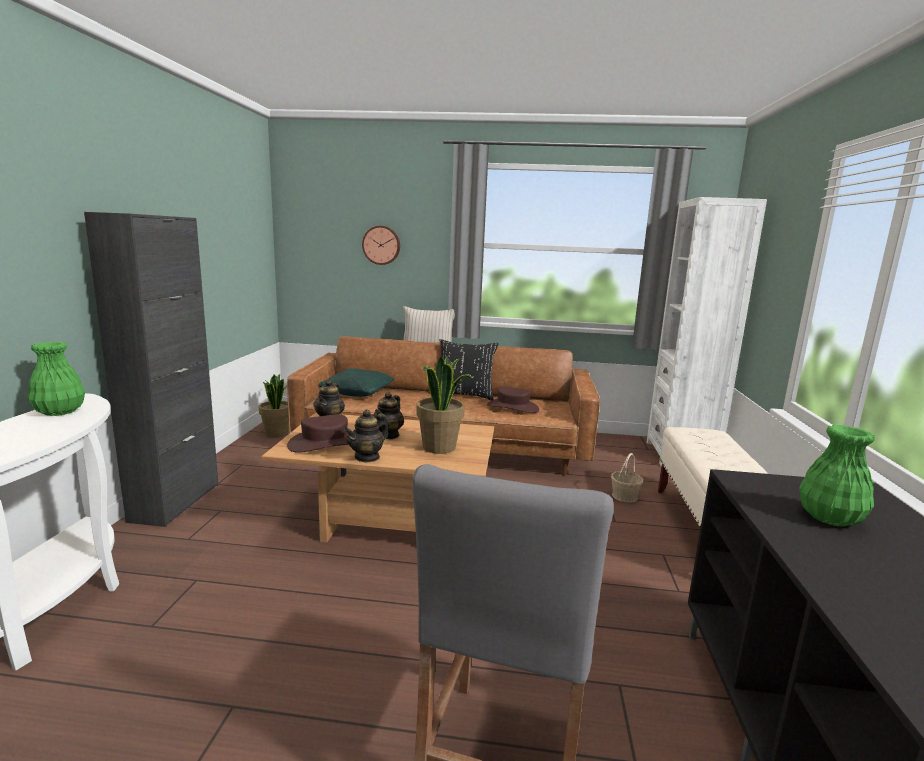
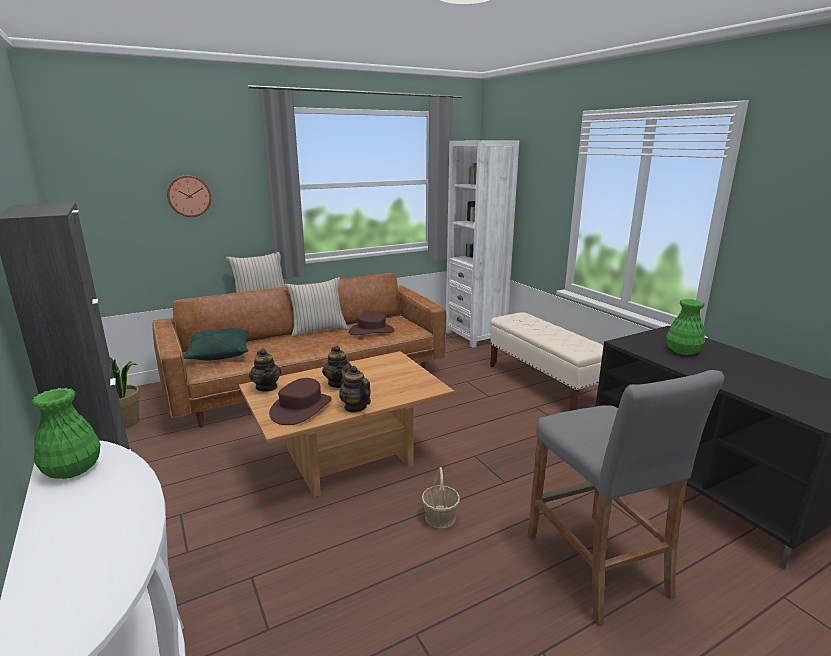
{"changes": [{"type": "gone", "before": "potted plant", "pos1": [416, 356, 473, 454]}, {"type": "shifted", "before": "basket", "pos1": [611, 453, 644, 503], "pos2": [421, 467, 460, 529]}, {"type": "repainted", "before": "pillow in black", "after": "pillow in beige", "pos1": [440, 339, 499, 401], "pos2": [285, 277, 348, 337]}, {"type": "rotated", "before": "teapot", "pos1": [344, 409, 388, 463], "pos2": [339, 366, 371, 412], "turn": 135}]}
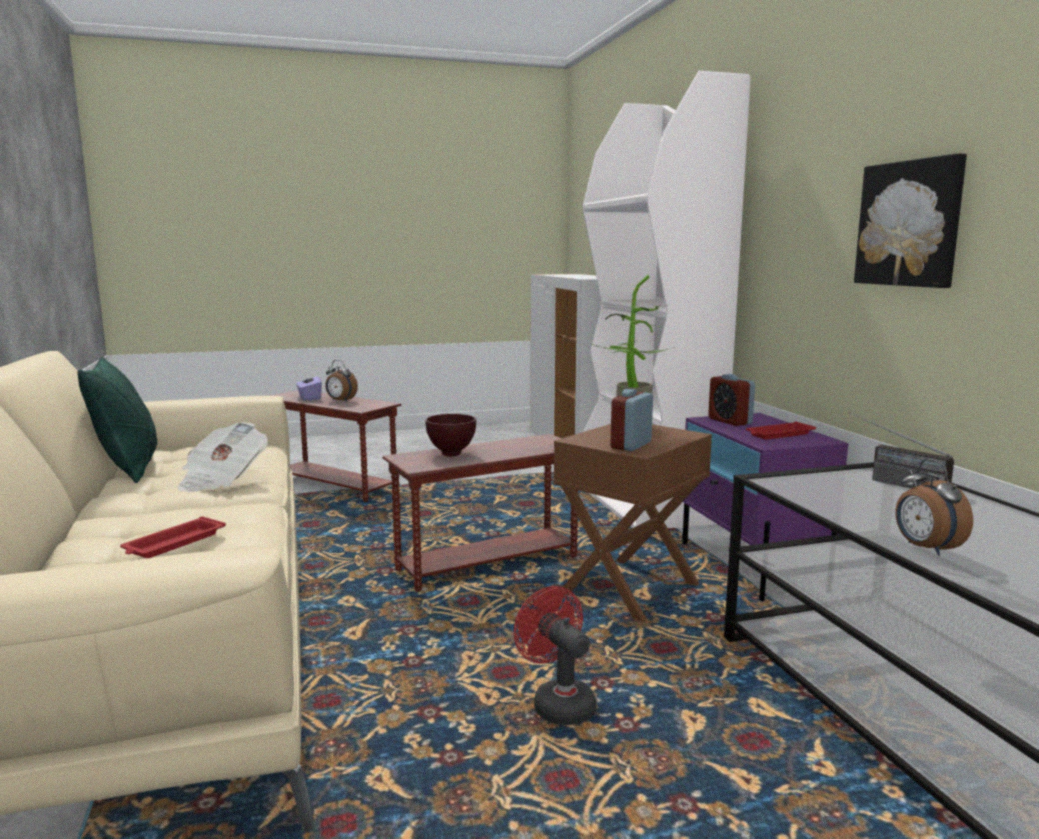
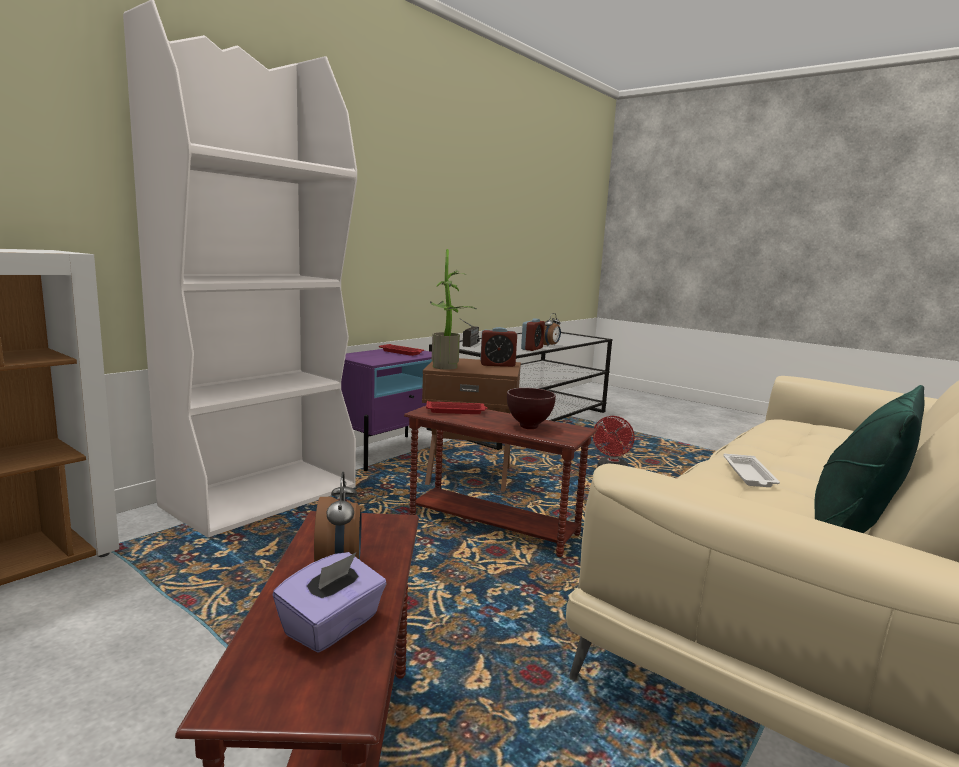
{"changes": [{"type": "gone", "before": "picture", "pos1": [854, 153, 967, 288]}, {"type": "shifted", "before": "tray in red", "pos1": [120, 516, 226, 558], "pos2": [426, 401, 488, 414]}, {"type": "shifted", "before": "alarm clock", "pos1": [708, 374, 755, 426], "pos2": [521, 318, 545, 351]}, {"type": "swapped", "before": "newspaper", "after": "tray in white", "pos1": [177, 422, 268, 492], "pos2": [723, 454, 780, 487]}]}
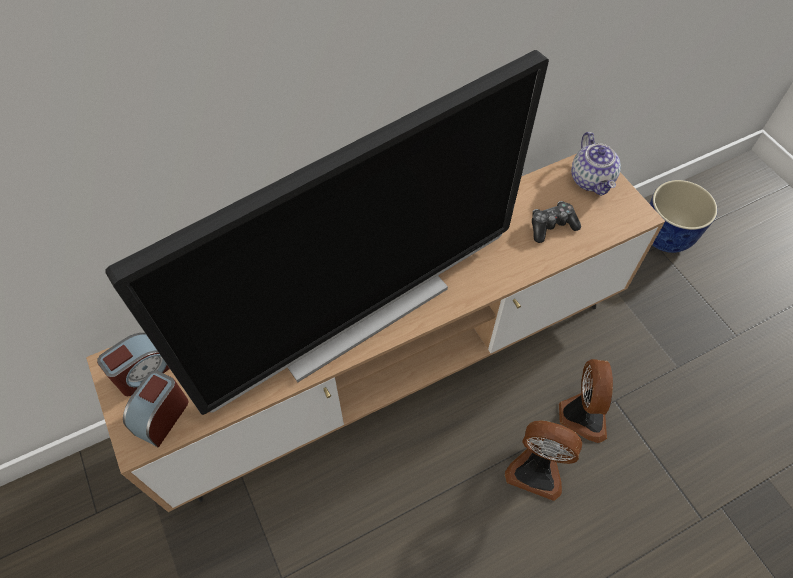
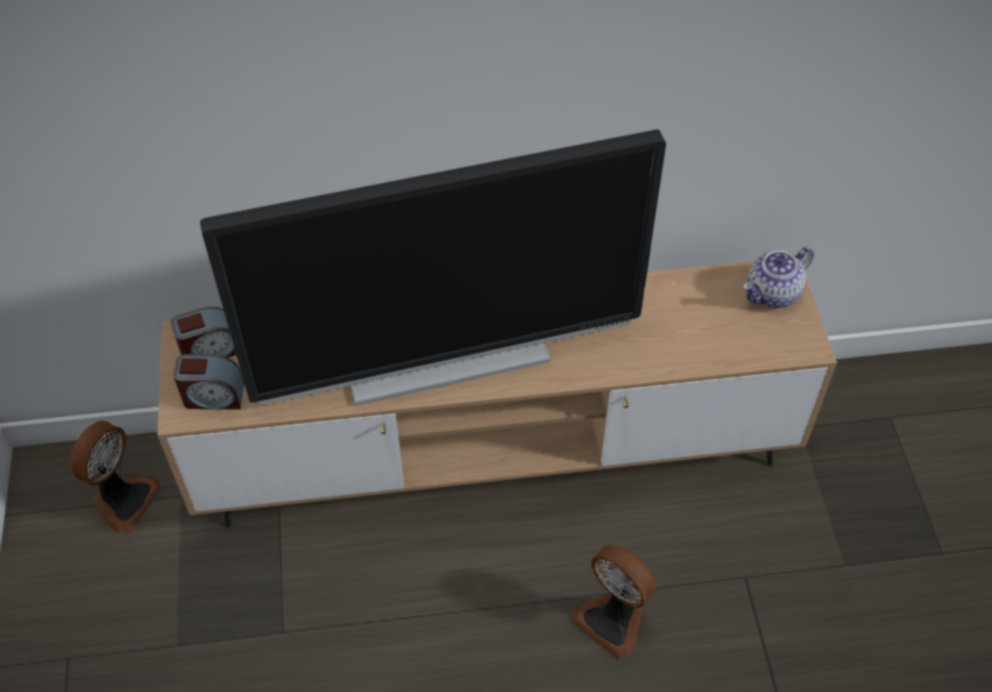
{"changes": [{"type": "gone", "before": "game controller", "pos1": [532, 201, 581, 243]}, {"type": "gone", "before": "planter", "pos1": [650, 180, 717, 253]}, {"type": "shifted", "before": "fan", "pos1": [559, 359, 613, 443], "pos2": [70, 421, 162, 533]}, {"type": "rotated", "before": "alarm clock", "pos1": [123, 370, 188, 447], "pos2": [173, 354, 244, 409], "turn": -135}, {"type": "rotated", "before": "teapot", "pos1": [571, 132, 621, 196], "pos2": [743, 247, 814, 308], "turn": 45}]}
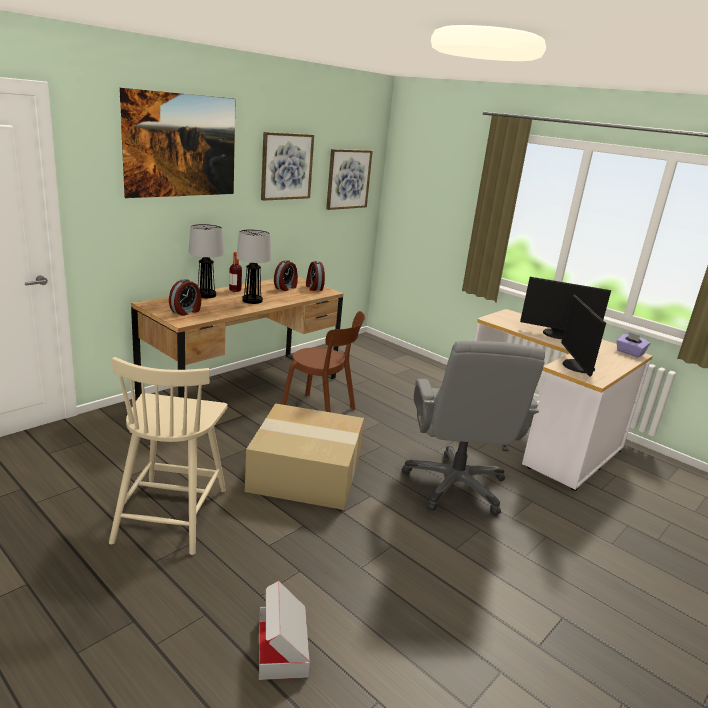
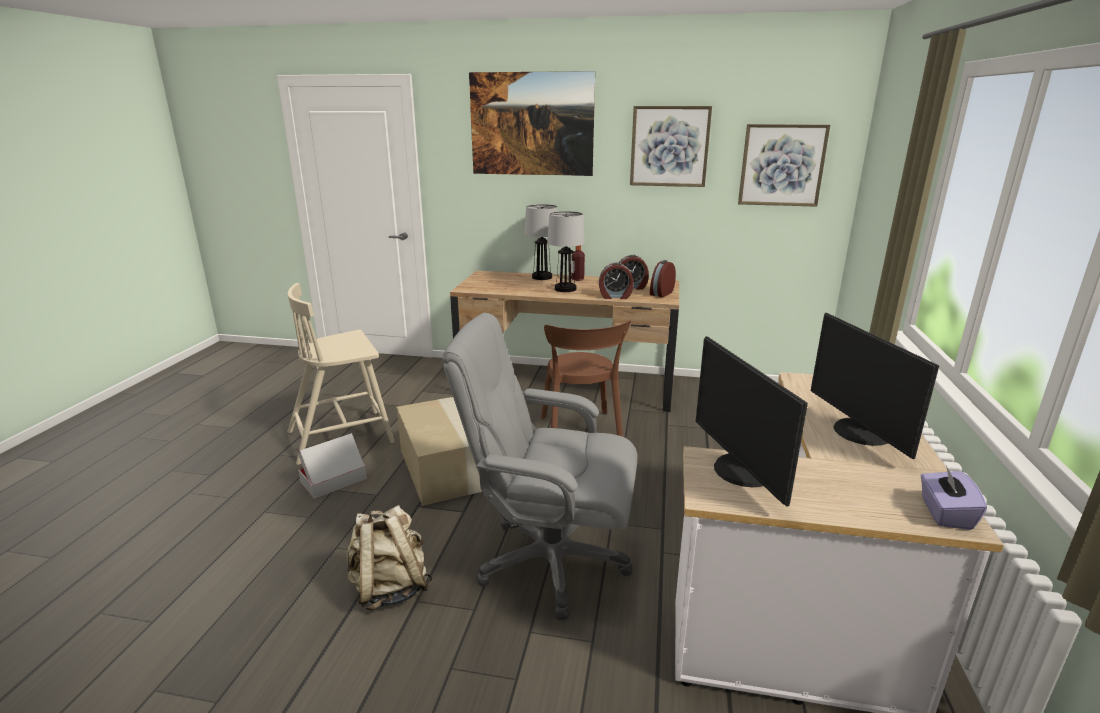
{"changes": [{"type": "new", "after": "backpack in beige", "pos2": [346, 505, 433, 611]}, {"type": "shifted", "before": "alarm clock", "pos1": [169, 279, 201, 316], "pos2": [599, 263, 634, 299]}, {"type": "shifted", "before": "cardboard box", "pos1": [259, 581, 310, 680], "pos2": [298, 433, 367, 499]}, {"type": "rotated", "before": "office chair in grey", "pos1": [402, 341, 545, 515], "pos2": [442, 313, 638, 620], "turn": 45}, {"type": "rotated", "before": "monitor", "pos1": [561, 295, 606, 377], "pos2": [696, 336, 808, 507], "turn": -75}]}
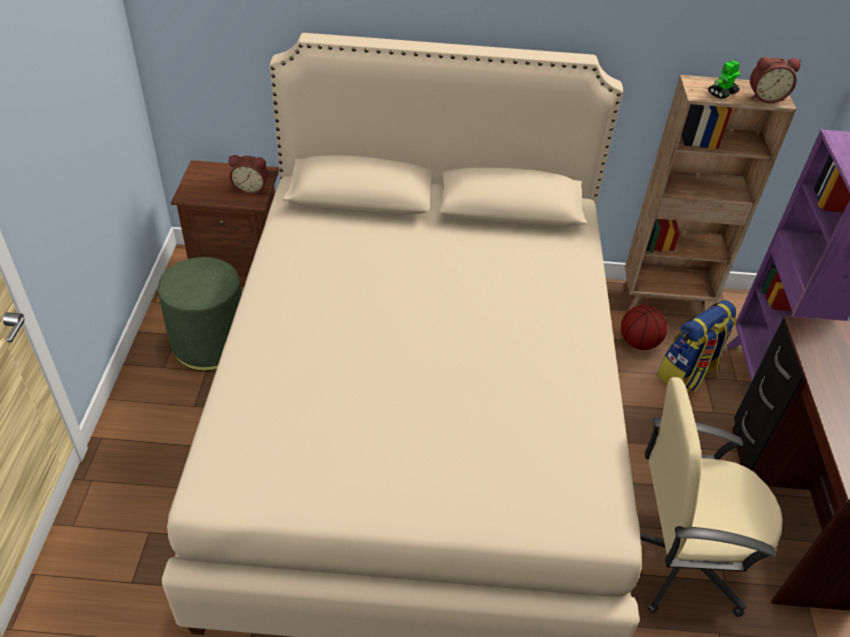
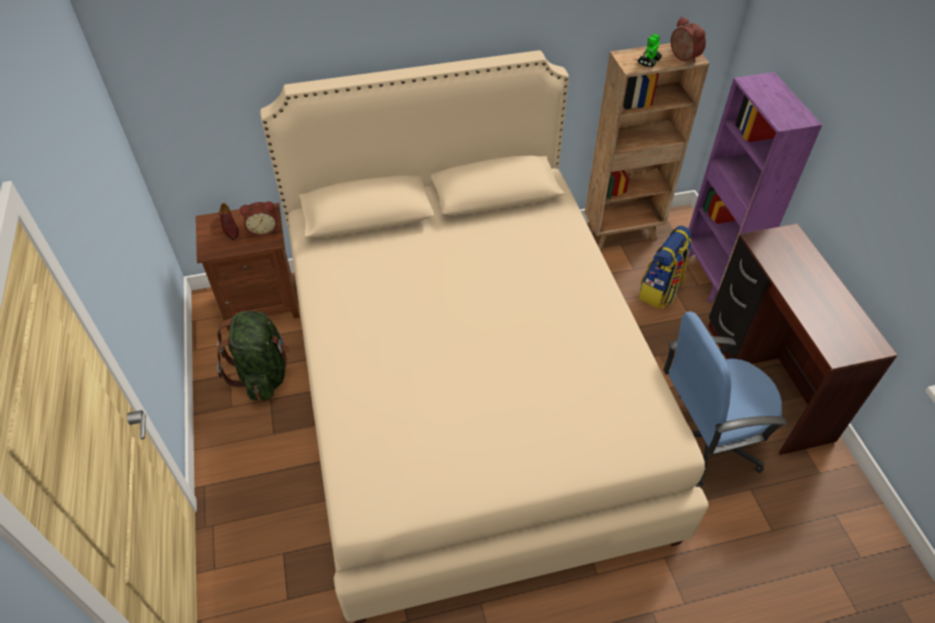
{"changes": [{"type": "gone", "before": "basketball", "pos1": [621, 305, 667, 350]}, {"type": "new", "after": "shoe in brown", "pos2": [218, 203, 239, 240]}, {"type": "swapped", "before": "ottoman in green", "after": "backpack in green", "pos1": [158, 257, 242, 371], "pos2": [217, 311, 291, 401]}, {"type": "repainted", "before": "office chair in beige", "after": "office chair in blue", "pos1": [640, 377, 783, 617], "pos2": [663, 311, 787, 488]}, {"type": "rotated", "before": "alarm clock", "pos1": [750, 57, 801, 103], "pos2": [671, 17, 706, 63], "turn": -105}]}
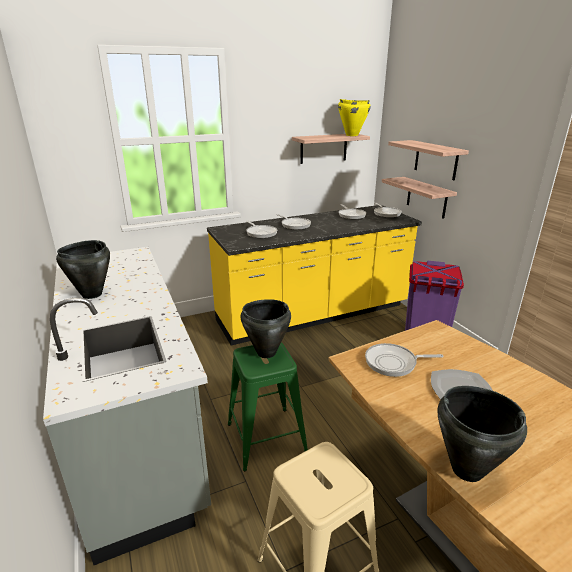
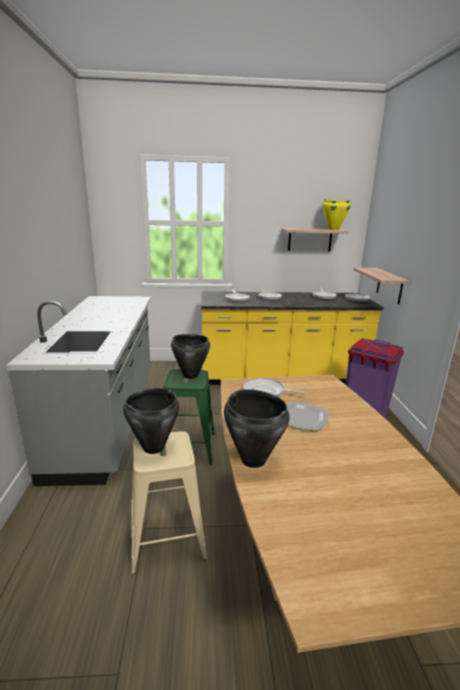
{"changes": [{"type": "gone", "before": "shelf", "pos1": [388, 140, 469, 180]}, {"type": "shifted", "before": "cooking pot in black", "pos1": [56, 240, 110, 299], "pos2": [123, 388, 179, 454]}]}
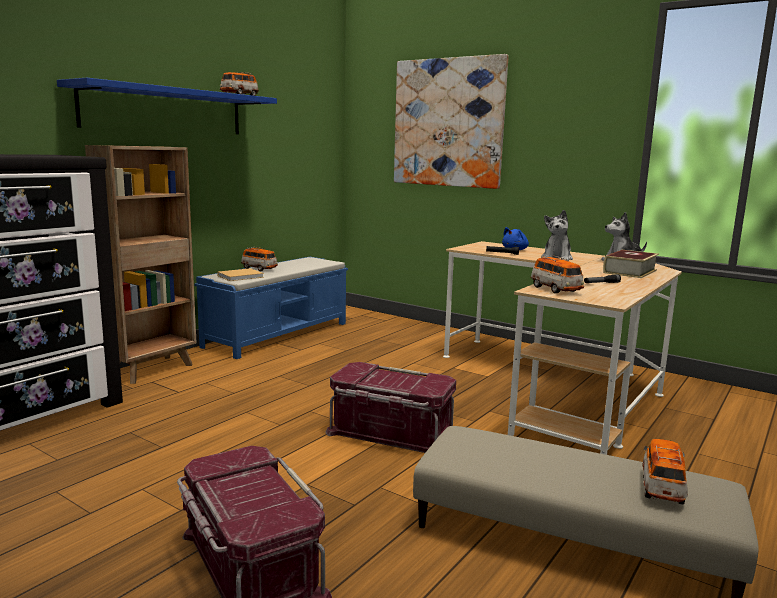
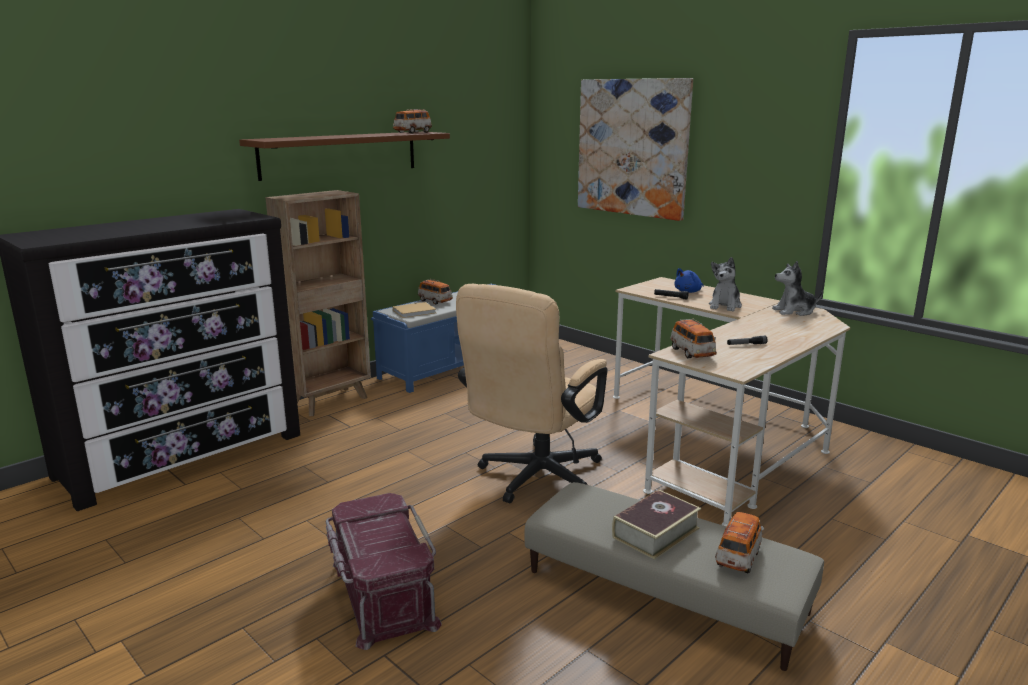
{"changes": [{"type": "shifted", "before": "book", "pos1": [603, 250, 659, 278], "pos2": [612, 490, 701, 560]}, {"type": "swapped", "before": "storage box in red", "after": "office chair in beige", "pos1": [325, 362, 456, 453], "pos2": [456, 284, 607, 503]}, {"type": "repainted", "before": "shelf in blue", "after": "shelf in brown", "pos1": [57, 78, 277, 134], "pos2": [239, 132, 450, 181]}]}
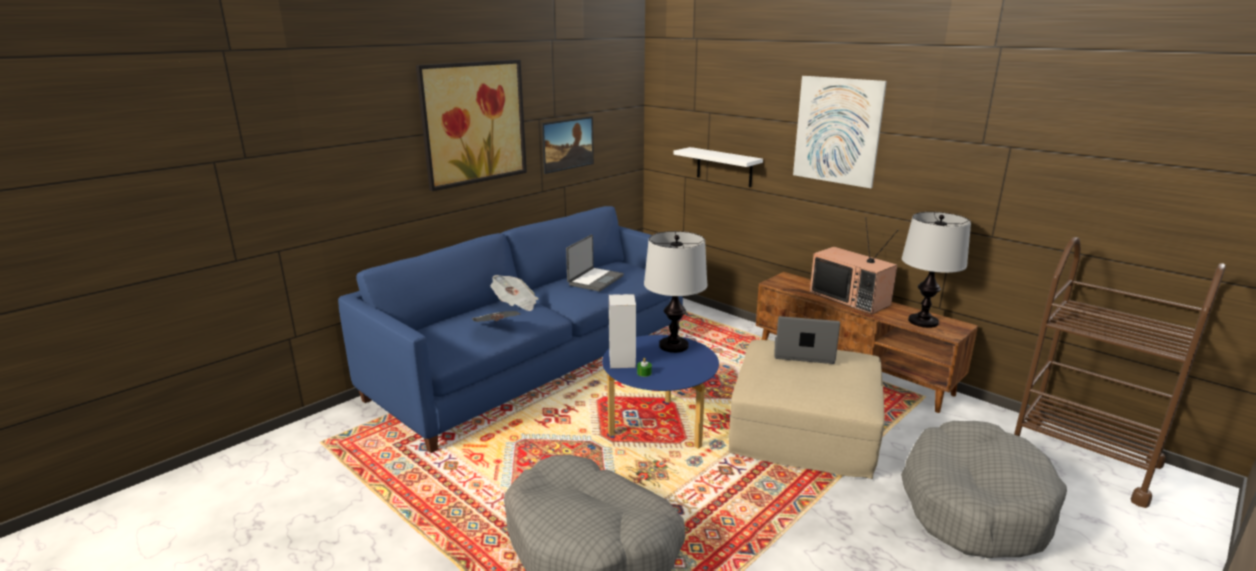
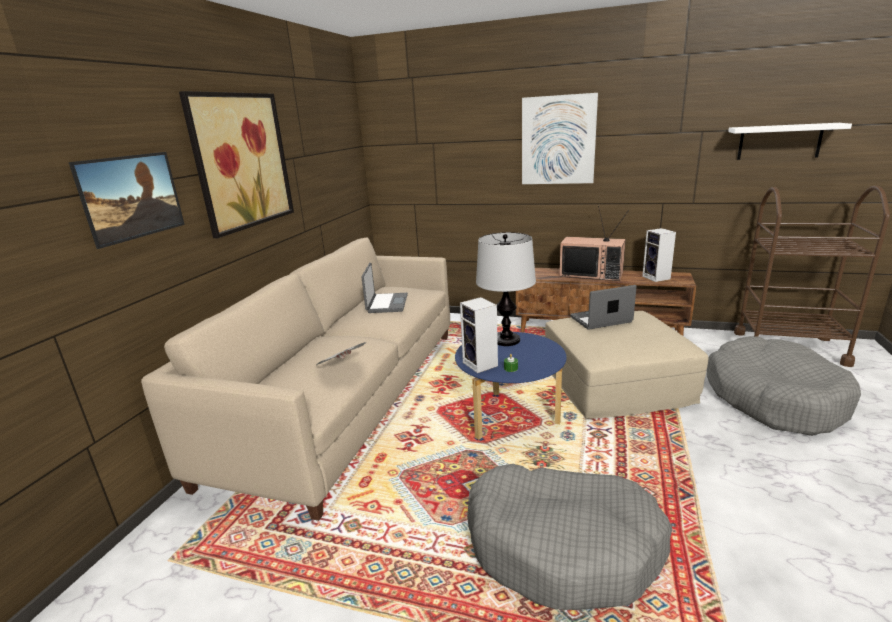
{"changes": [{"type": "gone", "before": "newspaper", "pos1": [490, 275, 538, 311]}, {"type": "shifted", "before": "picture", "pos1": [542, 116, 594, 174], "pos2": [69, 152, 185, 249]}, {"type": "shifted", "before": "shelf in white", "pos1": [673, 147, 763, 187], "pos2": [728, 123, 852, 160]}, {"type": "swapped", "before": "table lamp", "after": "speaker", "pos1": [902, 212, 971, 328], "pos2": [642, 228, 676, 282]}, {"type": "repainted", "before": "sofa in blue", "after": "sofa in beige", "pos1": [338, 206, 683, 453], "pos2": [141, 238, 450, 521]}]}
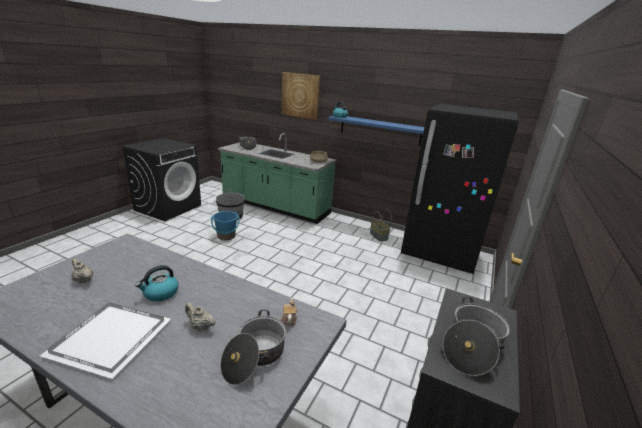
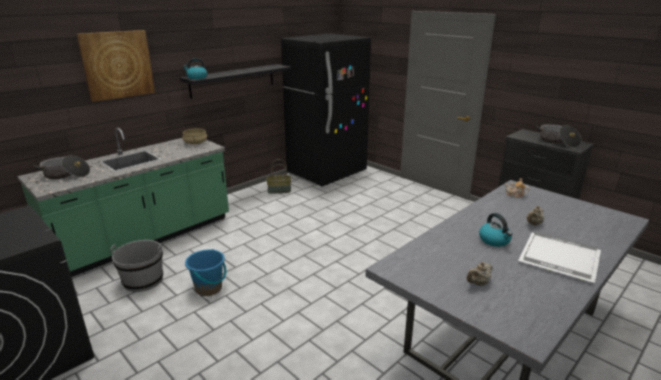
{"changes": [{"type": "gone", "before": "cooking pot", "pos1": [220, 310, 286, 385]}, {"type": "repainted", "before": "shelf in blue", "after": "shelf in black", "pos1": [328, 116, 424, 146], "pos2": [180, 64, 292, 99]}]}
